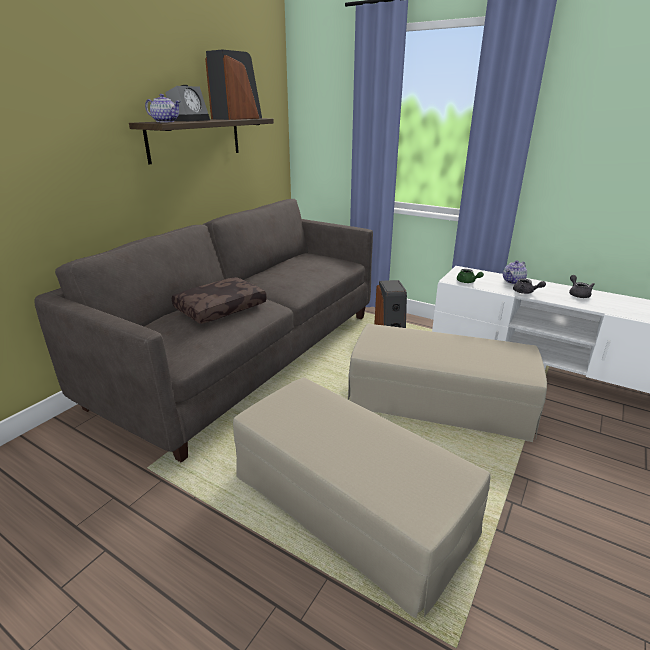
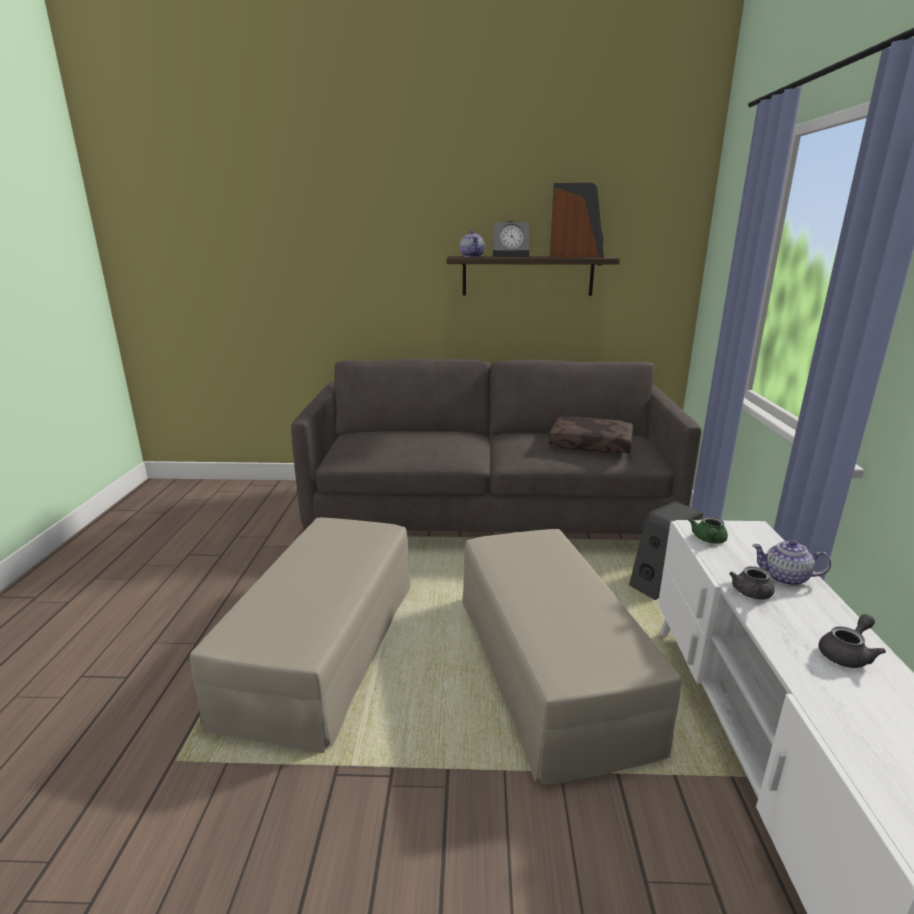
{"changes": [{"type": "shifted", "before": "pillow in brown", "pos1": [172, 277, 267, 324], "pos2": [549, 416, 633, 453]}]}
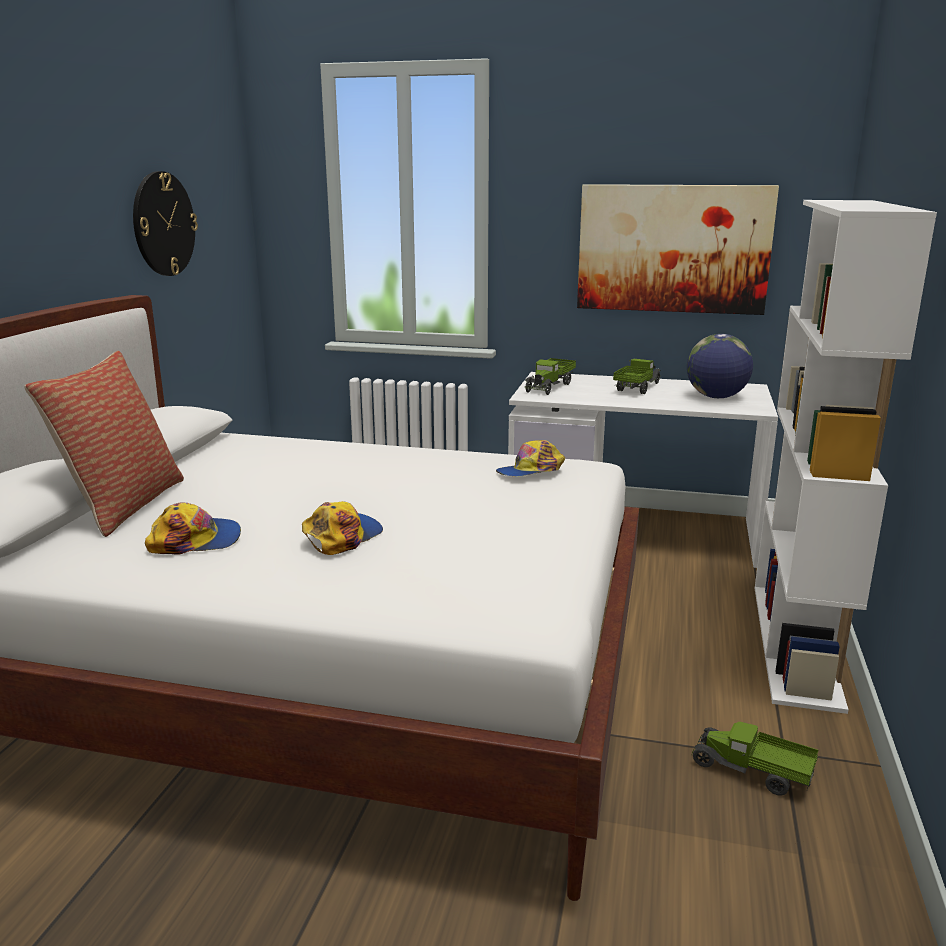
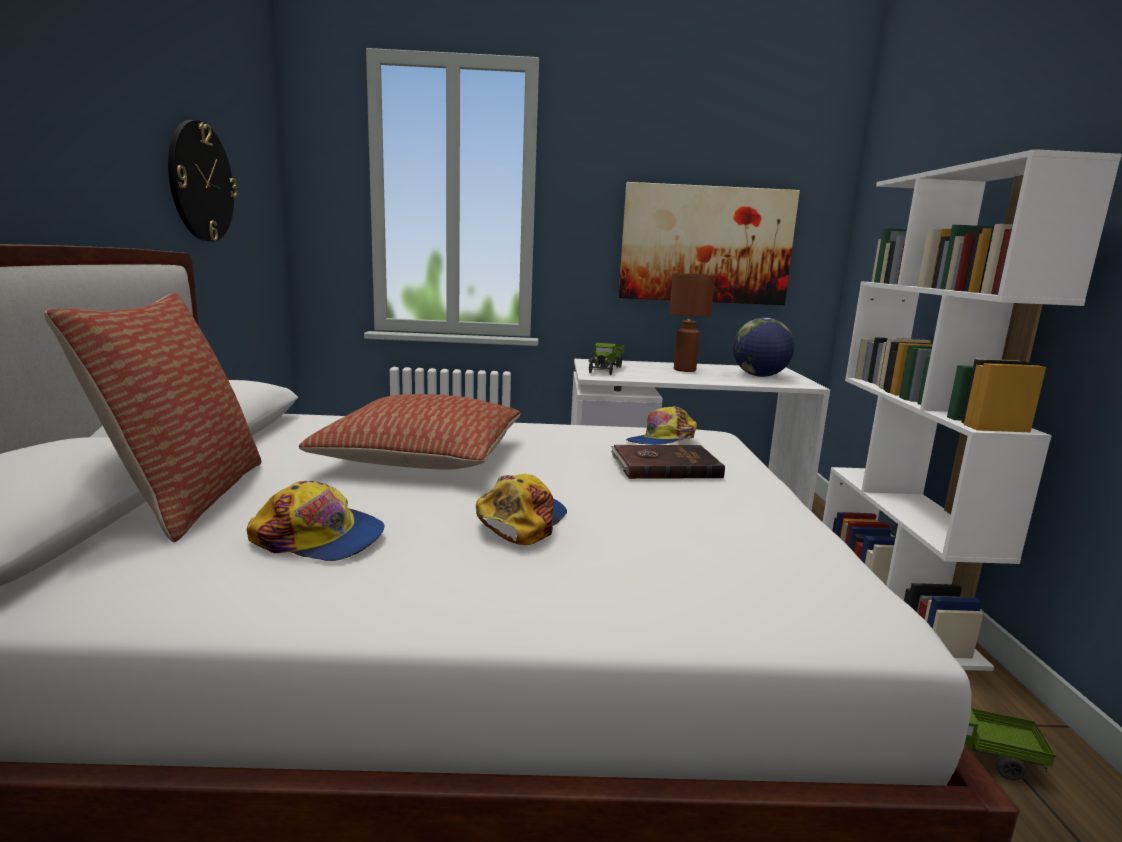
{"changes": [{"type": "new", "after": "pillow", "pos2": [299, 394, 520, 470]}, {"type": "new", "after": "book in brown", "pos2": [611, 445, 725, 479]}, {"type": "swapped", "before": "toy truck", "after": "table lamp in brown", "pos1": [613, 359, 661, 394], "pos2": [669, 273, 715, 372]}, {"type": "rotated", "before": "cap", "pos1": [145, 502, 241, 555], "pos2": [247, 481, 385, 561], "turn": 45}]}
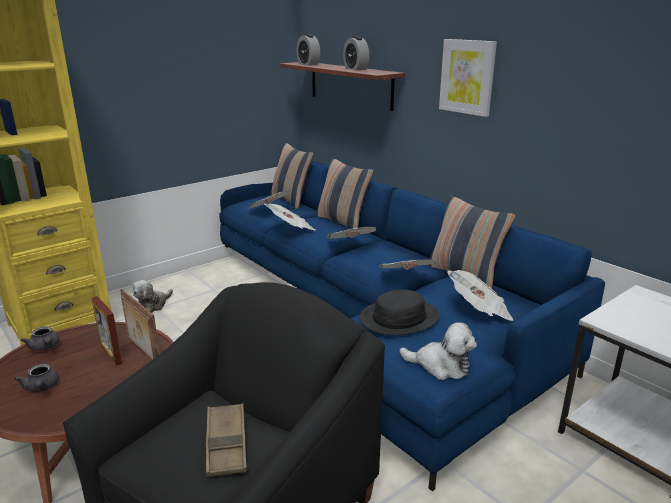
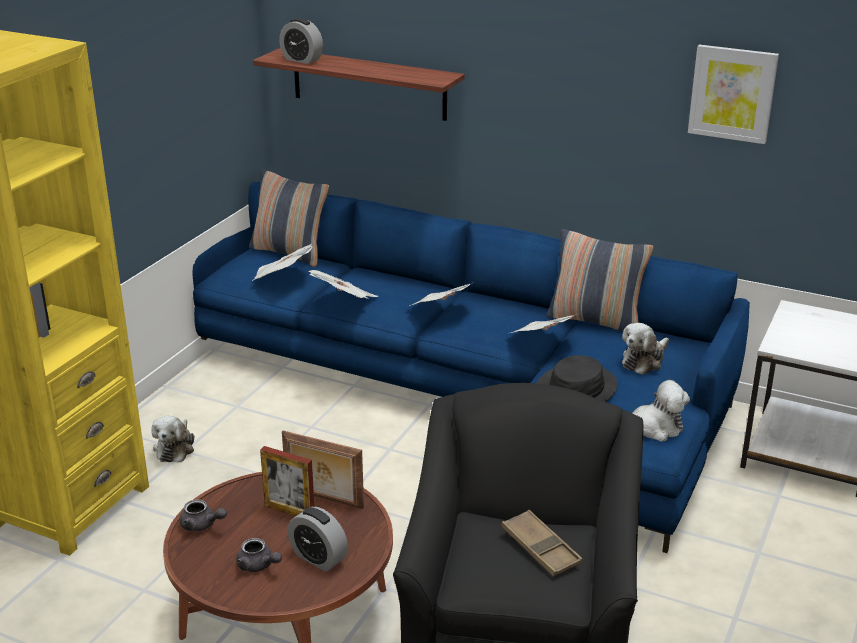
{"changes": [{"type": "gone", "before": "pillow", "pos1": [315, 158, 374, 229]}, {"type": "shifted", "before": "alarm clock", "pos1": [343, 36, 369, 70], "pos2": [288, 507, 348, 572]}, {"type": "shifted", "before": "picture", "pos1": [439, 39, 497, 117], "pos2": [688, 45, 779, 144]}, {"type": "swapped", "before": "newspaper", "after": "plush toy", "pos1": [447, 270, 513, 321], "pos2": [622, 323, 669, 375]}]}
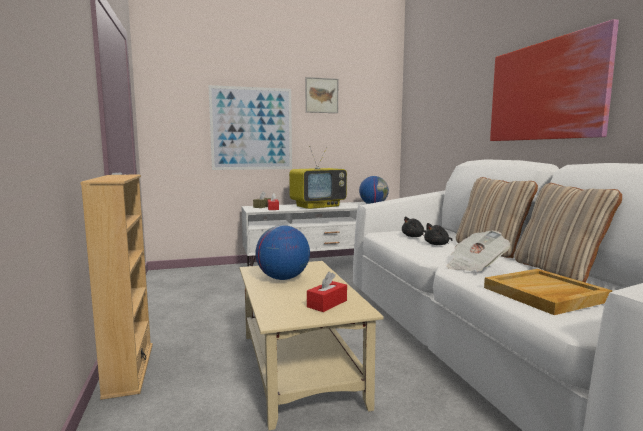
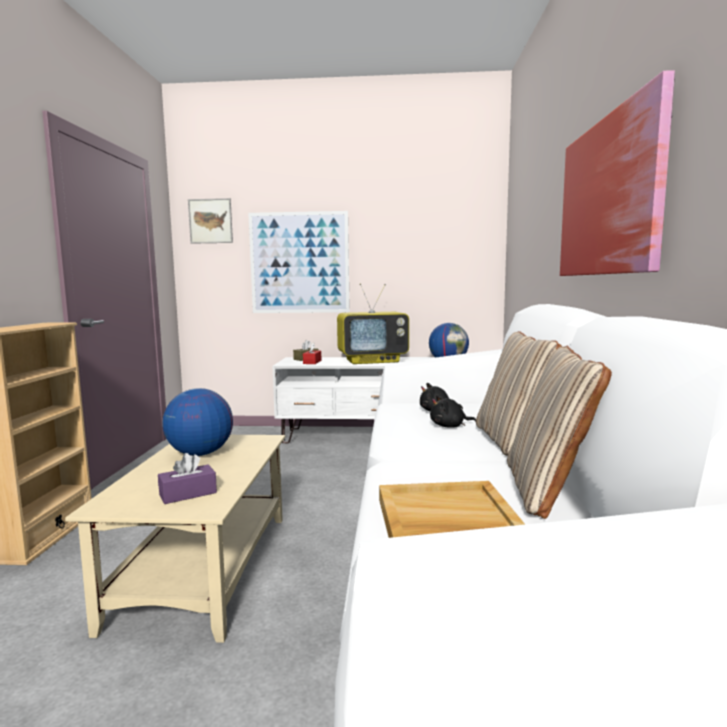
{"changes": [{"type": "gone", "before": "newspaper", "pos1": [447, 231, 510, 271]}, {"type": "shifted", "before": "picture", "pos1": [305, 77, 338, 113], "pos2": [188, 198, 233, 244]}, {"type": "repainted", "before": "tissue box in red", "after": "tissue box in purple", "pos1": [307, 272, 347, 312], "pos2": [158, 453, 217, 504]}]}
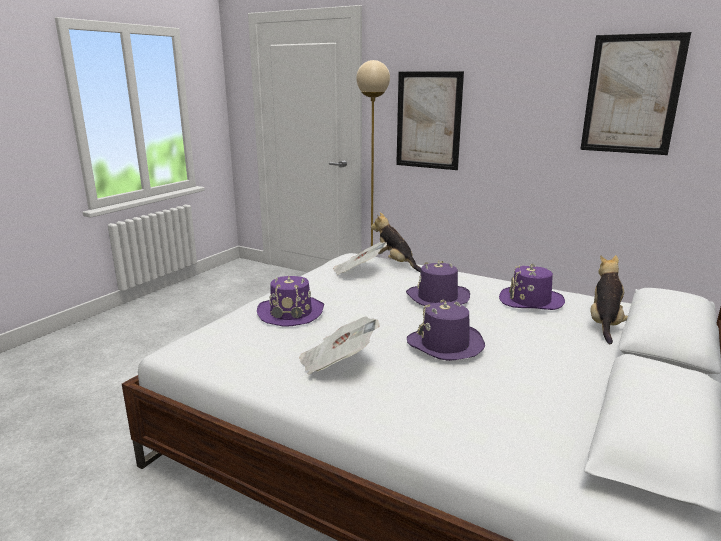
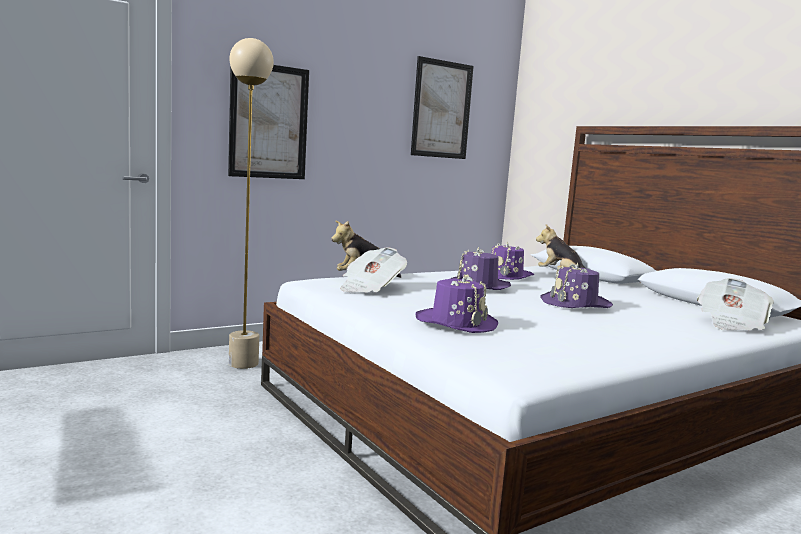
{"changes": [{"type": "shifted", "before": "newspaper", "pos1": [299, 316, 380, 375], "pos2": [697, 278, 774, 331]}]}
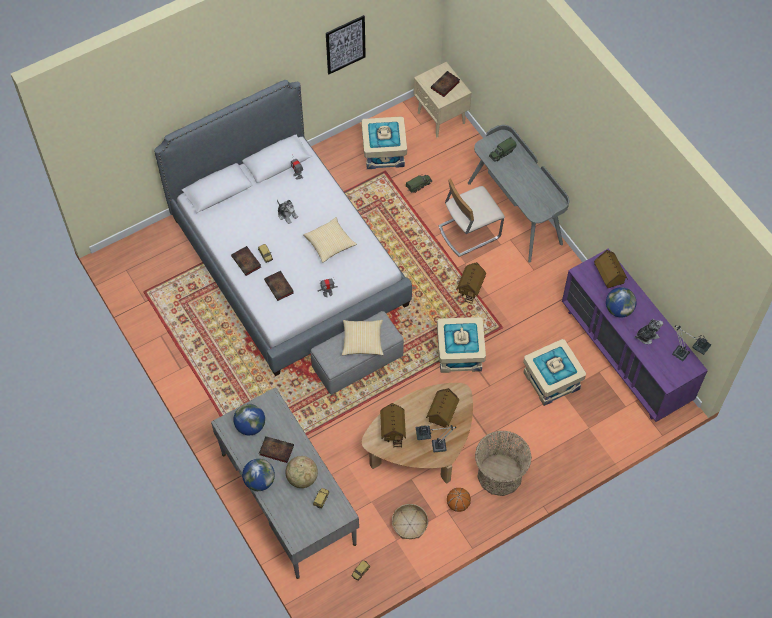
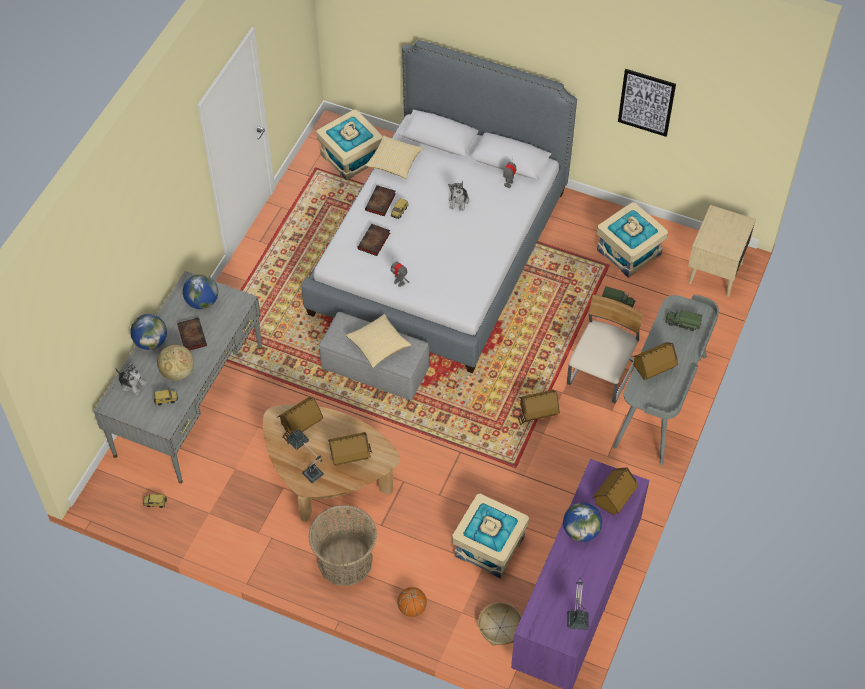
{"changes": [{"type": "gone", "before": "book", "pos1": [431, 71, 460, 97]}, {"type": "new", "after": "toy house", "pos2": [633, 342, 678, 380]}, {"type": "shifted", "before": "pillow", "pos1": [303, 217, 357, 263], "pos2": [365, 135, 423, 179]}, {"type": "shifted", "before": "basket", "pos1": [392, 504, 428, 539], "pos2": [478, 602, 522, 645]}, {"type": "shifted", "before": "storage box in beige", "pos1": [437, 317, 486, 373], "pos2": [316, 109, 383, 181]}, {"type": "shifted", "before": "basketball", "pos1": [447, 488, 471, 512], "pos2": [398, 587, 427, 617]}, {"type": "shifted", "before": "plush toy", "pos1": [635, 319, 663, 344], "pos2": [115, 364, 147, 395]}, {"type": "rotated", "before": "chair in beige", "pos1": [439, 178, 505, 257], "pos2": [567, 295, 643, 403], "turn": 90}]}
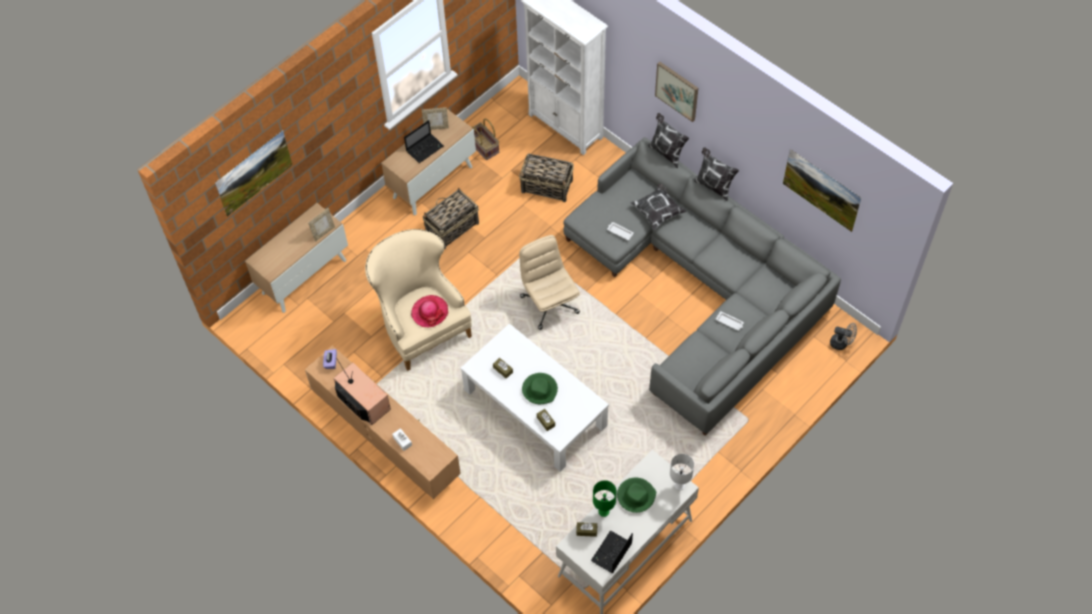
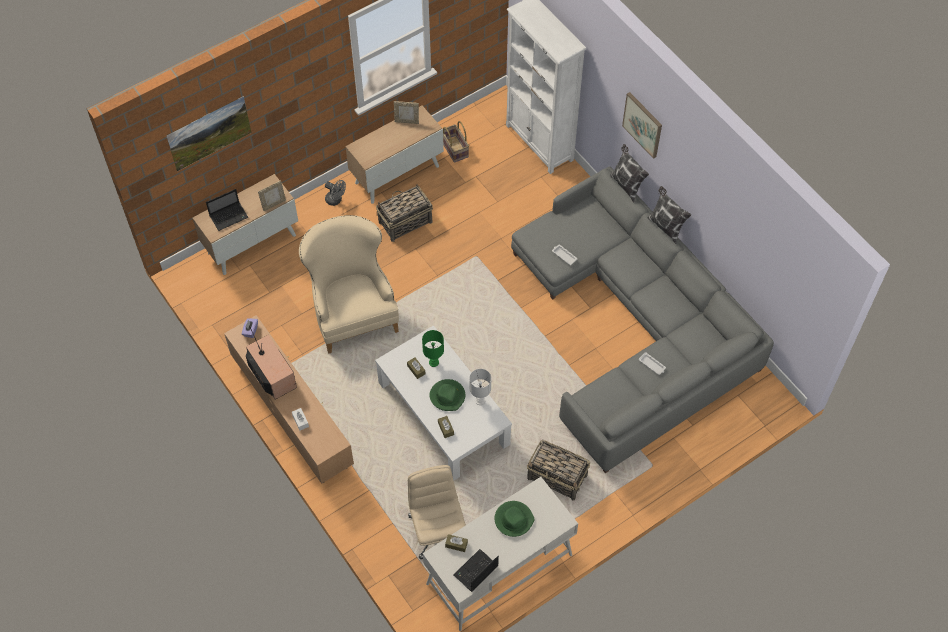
{"changes": [{"type": "gone", "before": "hat", "pos1": [411, 295, 448, 327]}, {"type": "gone", "before": "pillow", "pos1": [631, 184, 687, 230]}, {"type": "gone", "before": "picture", "pos1": [783, 149, 861, 232]}, {"type": "shifted", "before": "laptop", "pos1": [404, 120, 444, 163], "pos2": [206, 189, 249, 231]}, {"type": "shifted", "before": "basket", "pos1": [519, 153, 574, 202], "pos2": [527, 440, 590, 500]}, {"type": "shifted", "before": "office chair in beige", "pos1": [519, 235, 580, 330], "pos2": [408, 465, 466, 559]}, {"type": "shifted", "before": "table lamp in green", "pos1": [593, 480, 617, 517], "pos2": [422, 330, 444, 367]}, {"type": "shifted", "before": "table lamp in white", "pos1": [670, 454, 694, 490], "pos2": [469, 369, 491, 405]}, {"type": "shifted", "before": "fan in grey", "pos1": [830, 323, 857, 350], "pos2": [325, 180, 346, 206]}]}
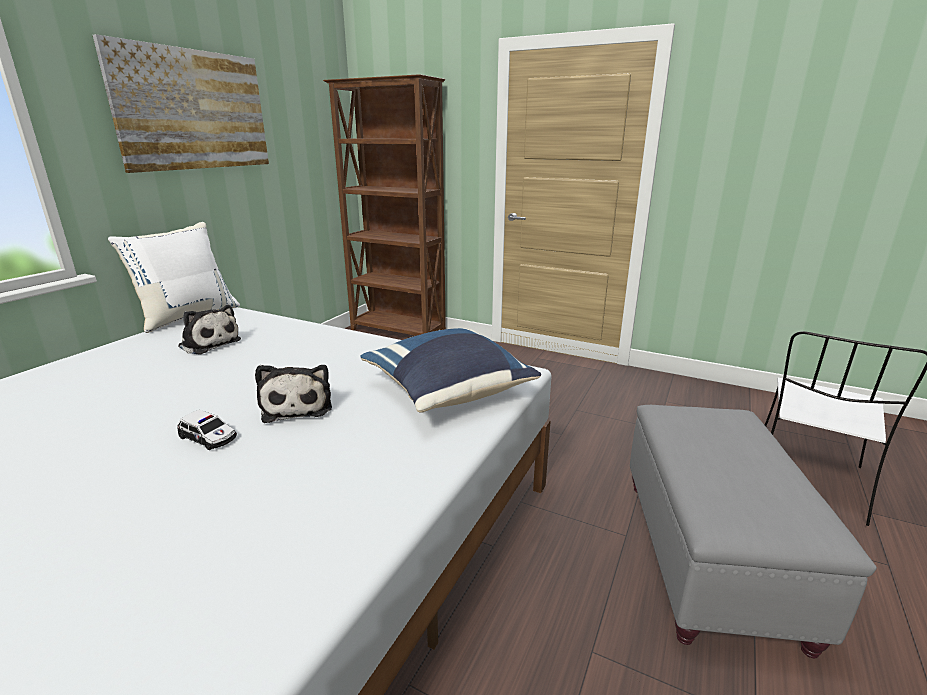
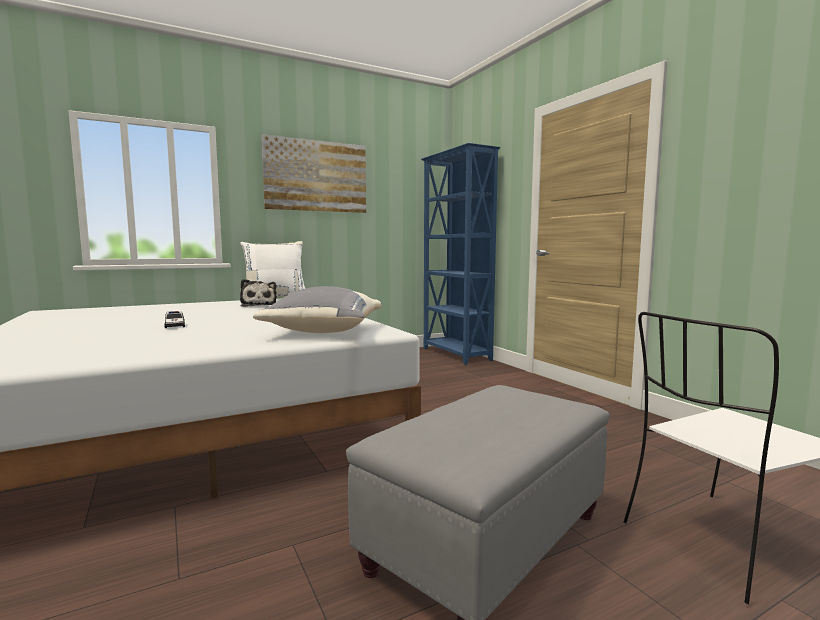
{"changes": [{"type": "gone", "before": "plush toy", "pos1": [255, 365, 332, 423]}, {"type": "repainted", "before": "bookcase in brown", "after": "bookcase in blue", "pos1": [323, 74, 446, 336], "pos2": [421, 143, 500, 365]}, {"type": "repainted", "before": "pillow in blue", "after": "pillow in grey", "pos1": [360, 328, 541, 413], "pos2": [253, 286, 382, 333]}]}
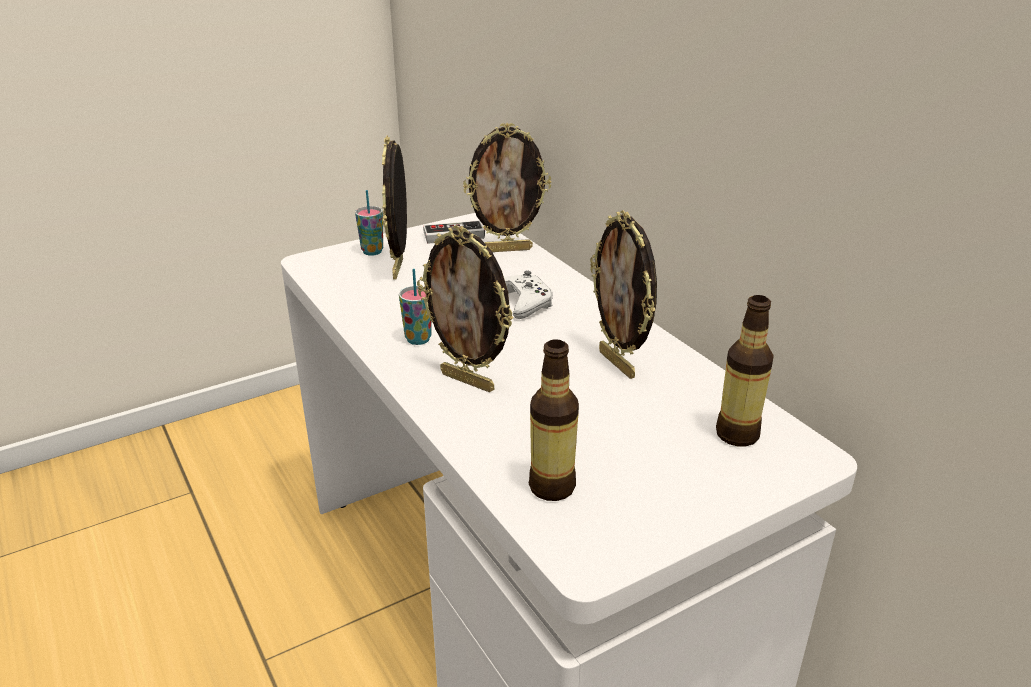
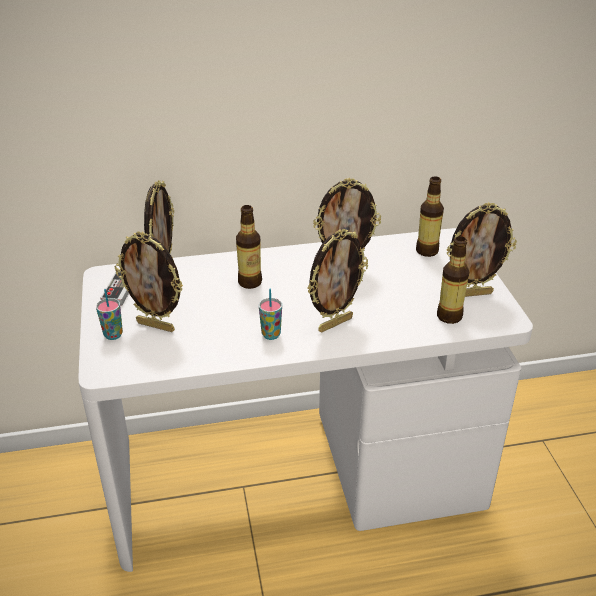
{"changes": [{"type": "new", "after": "picture frame", "pos2": [447, 202, 517, 297]}, {"type": "swapped", "before": "game controller in white", "after": "bottle", "pos1": [504, 271, 553, 319], "pos2": [236, 205, 262, 289]}]}
